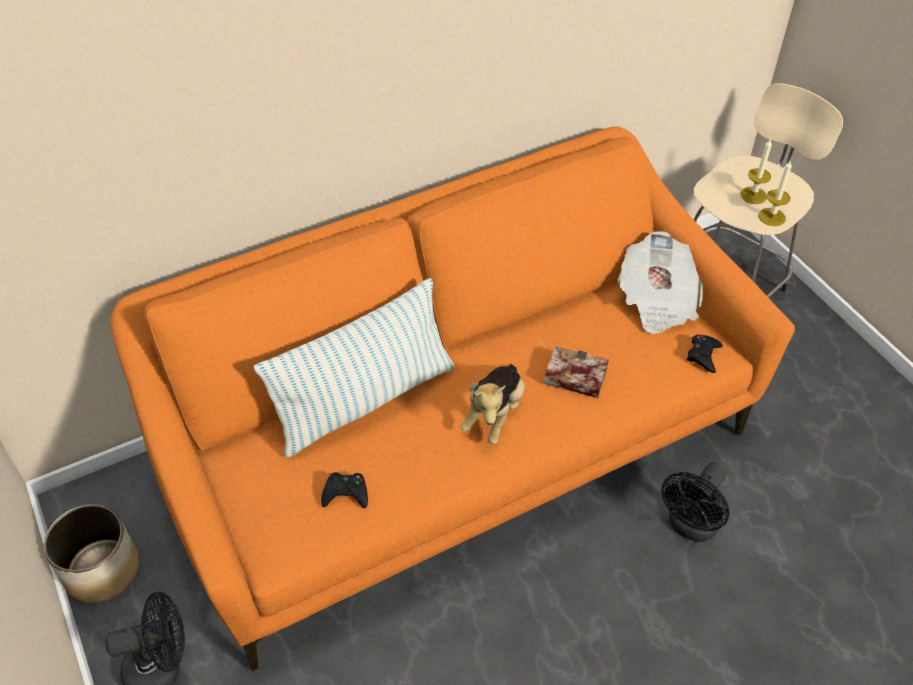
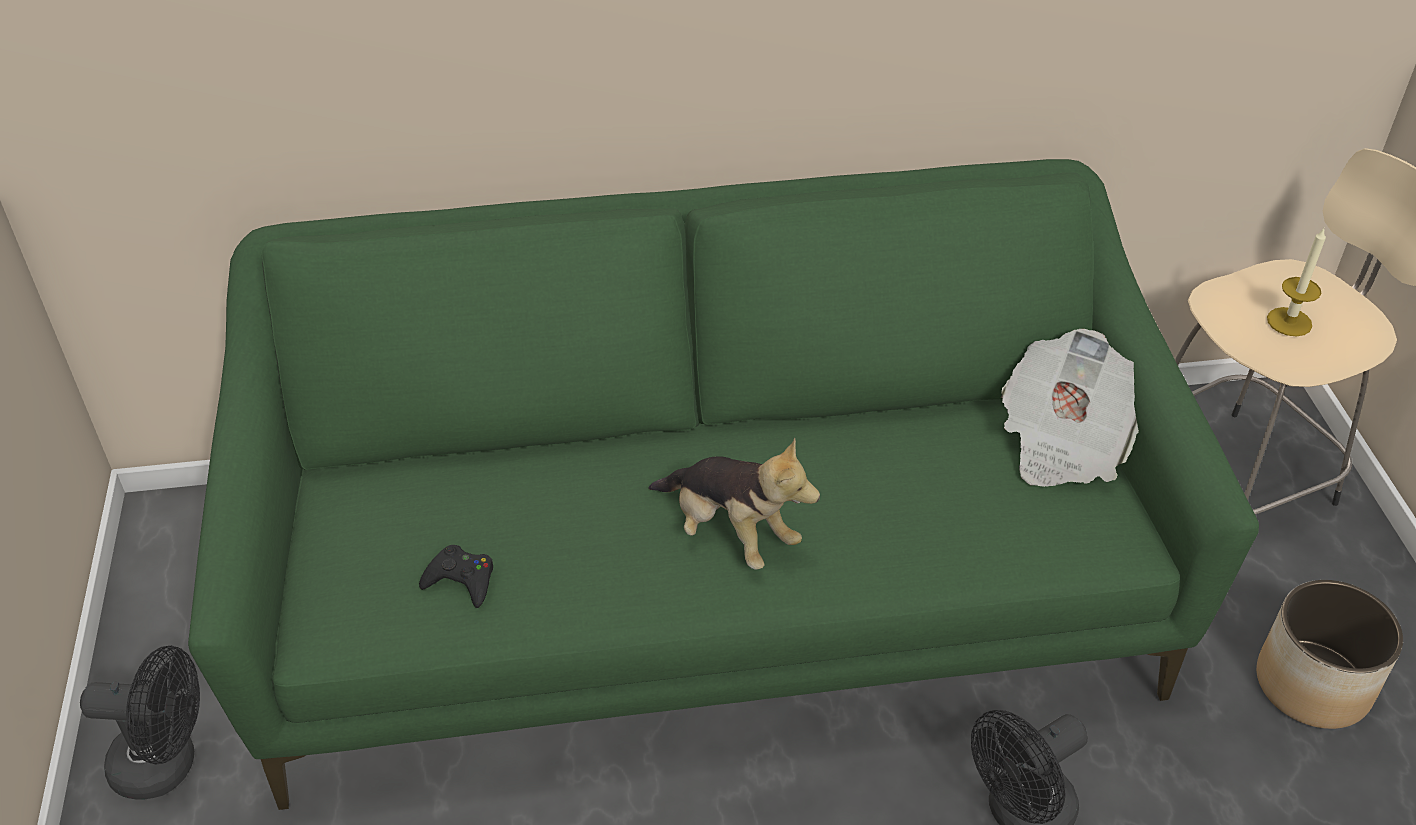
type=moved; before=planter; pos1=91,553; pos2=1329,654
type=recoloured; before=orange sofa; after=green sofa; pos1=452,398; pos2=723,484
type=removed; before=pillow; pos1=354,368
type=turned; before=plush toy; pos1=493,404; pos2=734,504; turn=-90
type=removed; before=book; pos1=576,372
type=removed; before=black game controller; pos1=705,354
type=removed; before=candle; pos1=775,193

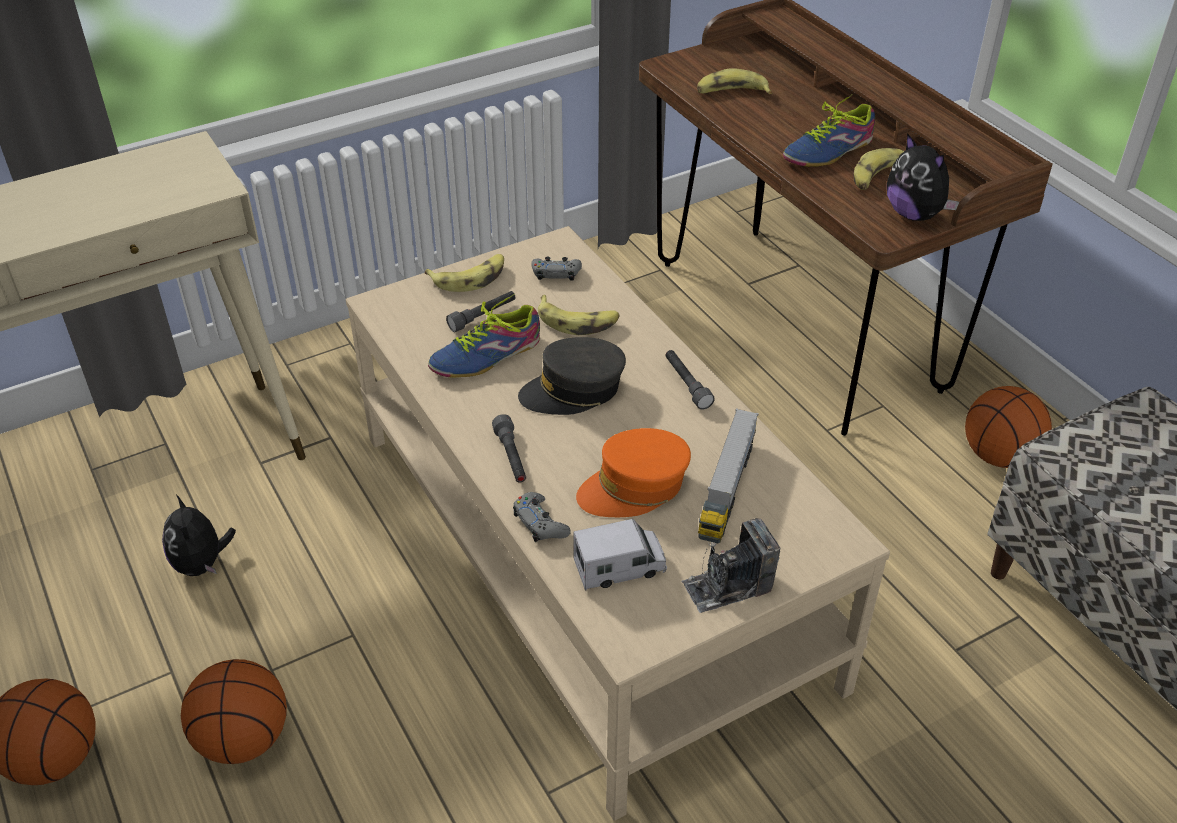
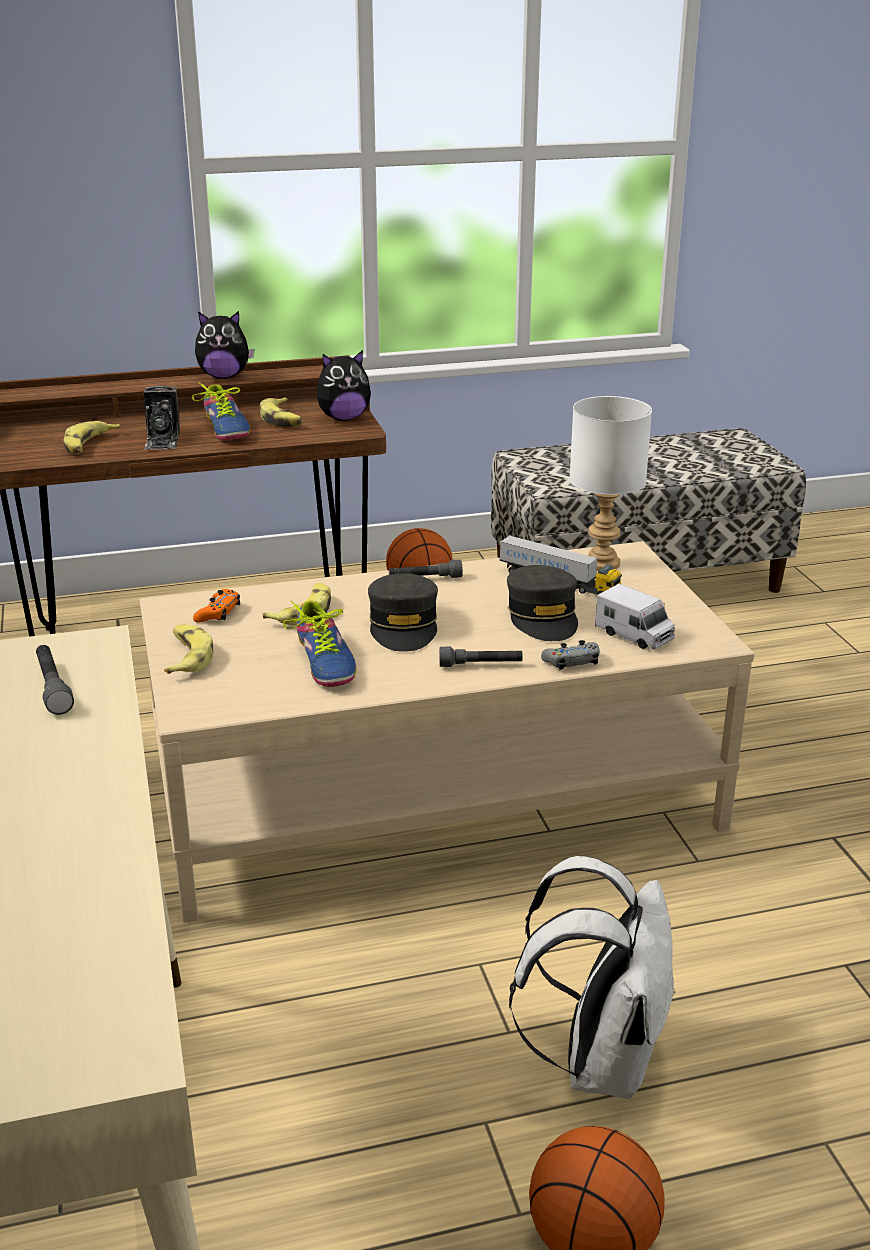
type=moved; before=plush toy; pos1=199,535; pos2=225,345
type=replaced; before=basketball; after=white backpack; pos1=234,711; pos2=592,977
type=moved; before=grey flashlight; pos1=481,311; pos2=55,680
type=recoloured; before=grey game controller; after=orange game controller; pos1=556,269; pos2=216,605
type=turned; before=toy truck; pos1=620,555; pos2=635,616; turn=135
type=recoloured; before=orange cap; after=grey cap; pos1=633,472; pos2=542,603
type=moved; before=photo camera; pos1=730,565; pos2=161,418
type=added; after=white table lamp; pos2=610,483

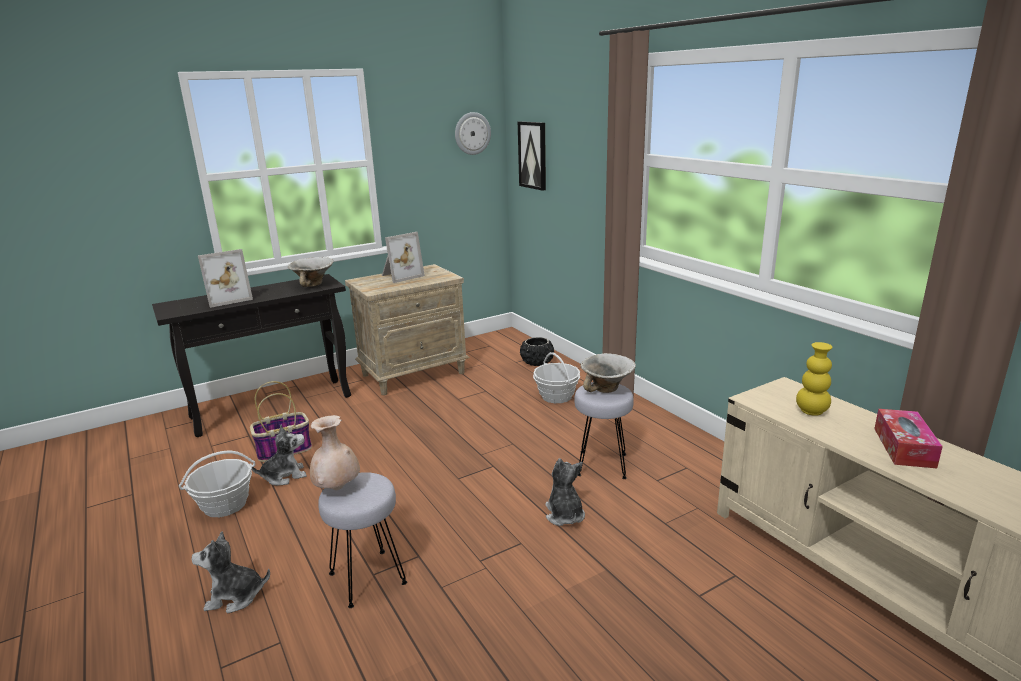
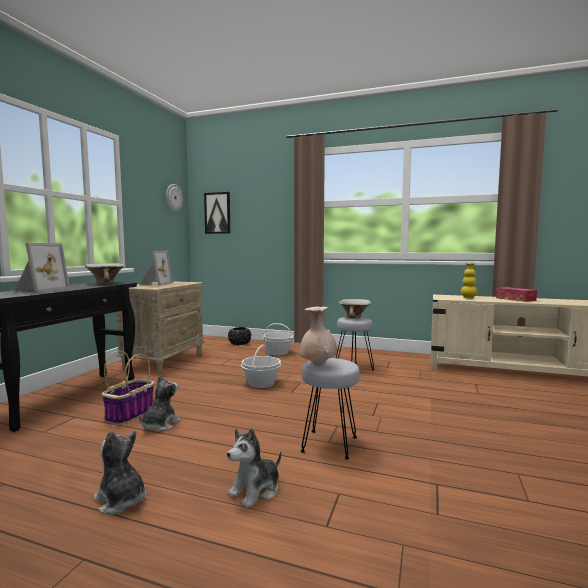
type=moved; before=basket; pos1=217,484; pos2=261,366
type=moved; before=plush toy; pos1=565,492; pos2=120,472

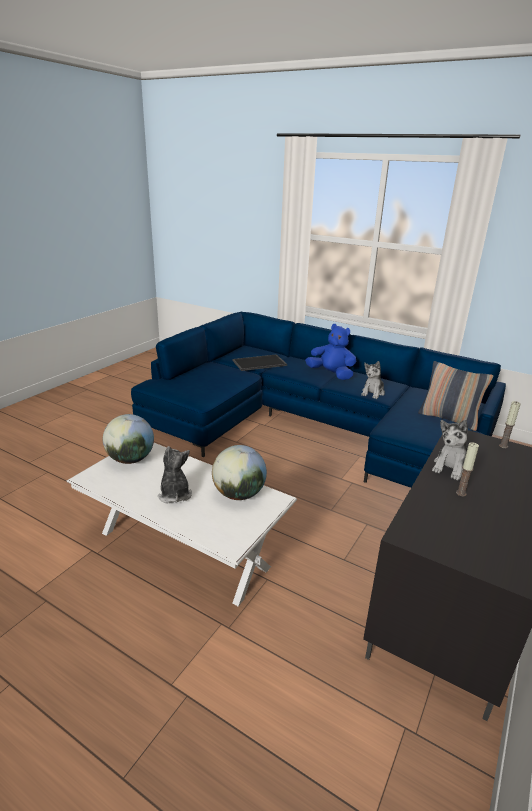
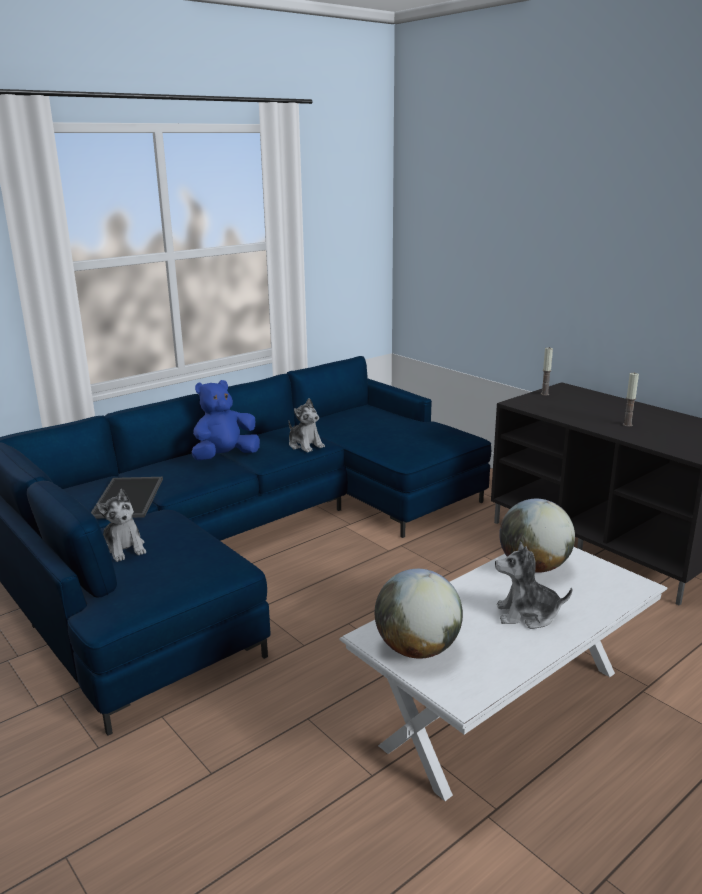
type=removed; before=pillow; pos1=455,396
type=moved; before=plush toy; pos1=450,450; pos2=121,525

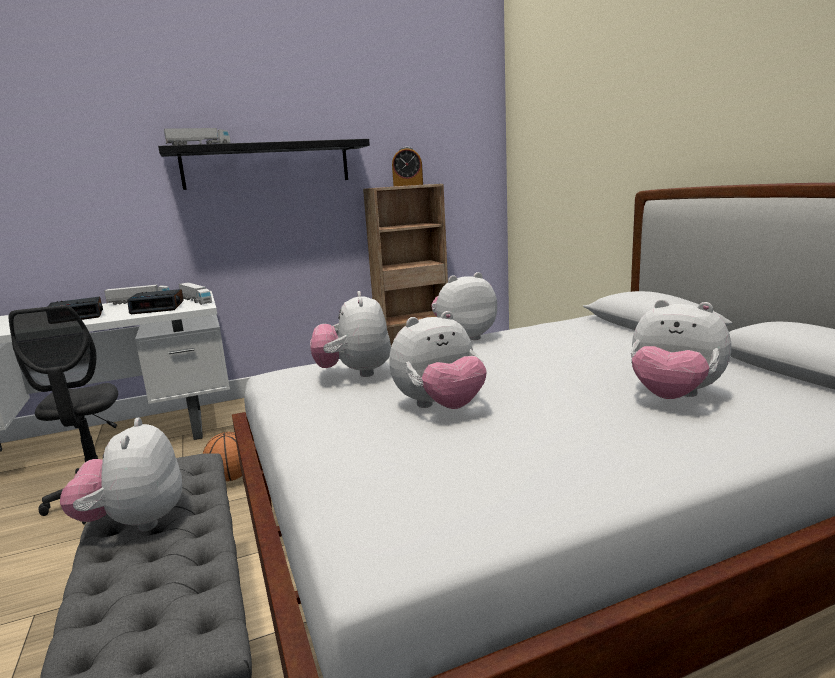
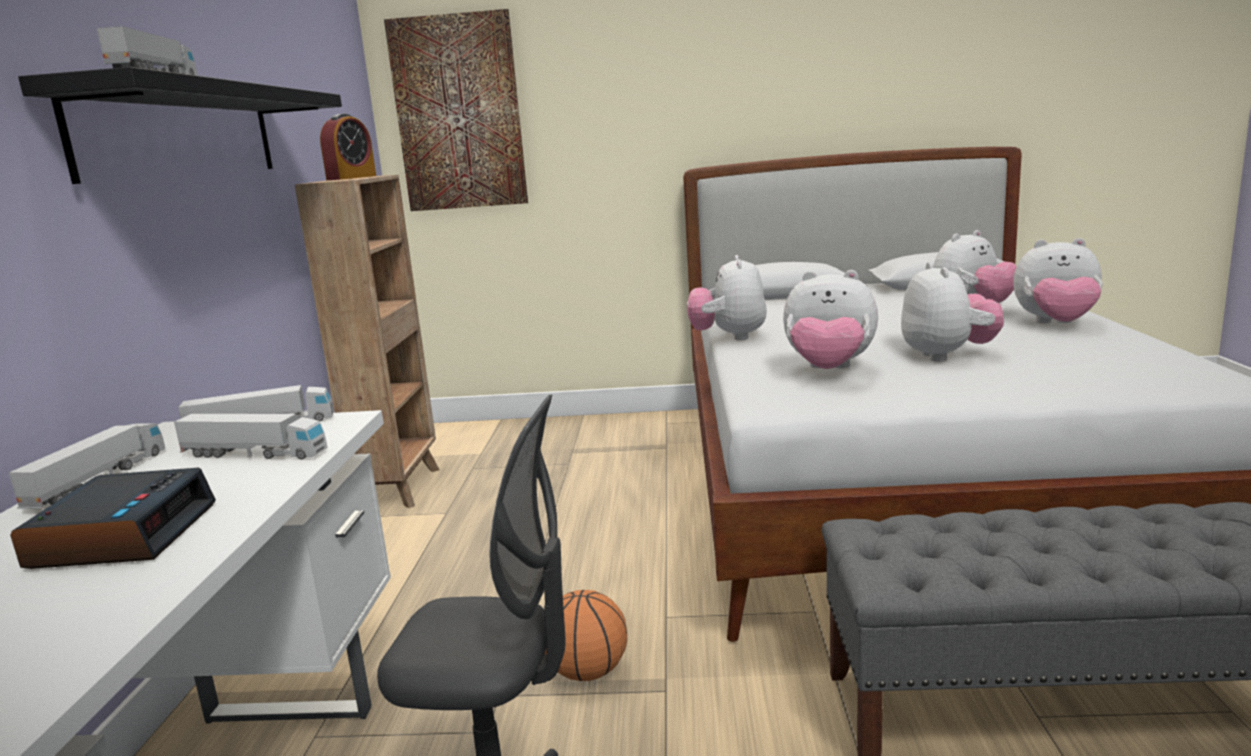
type=moved; before=plush toy; pos1=121,474; pos2=1058,281
type=replaced; before=alarm clock; after=toy truck; pos1=155,301; pos2=250,437
type=added; after=picture; pos2=456,110

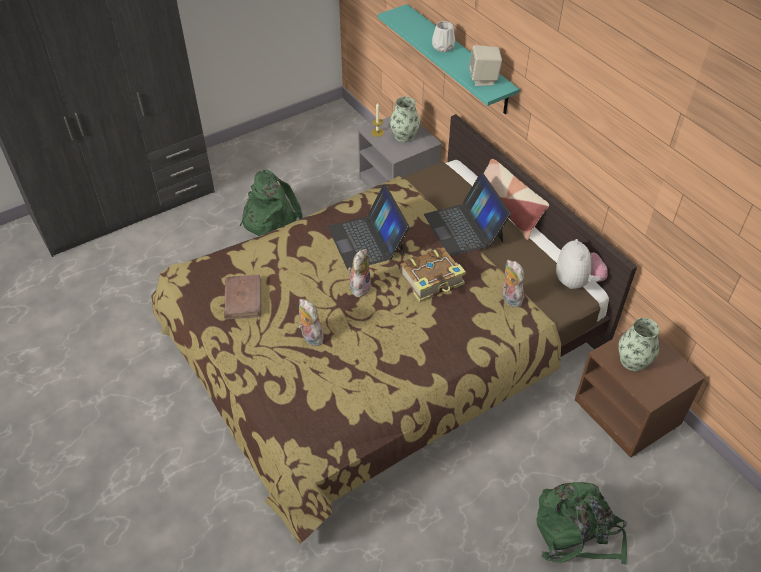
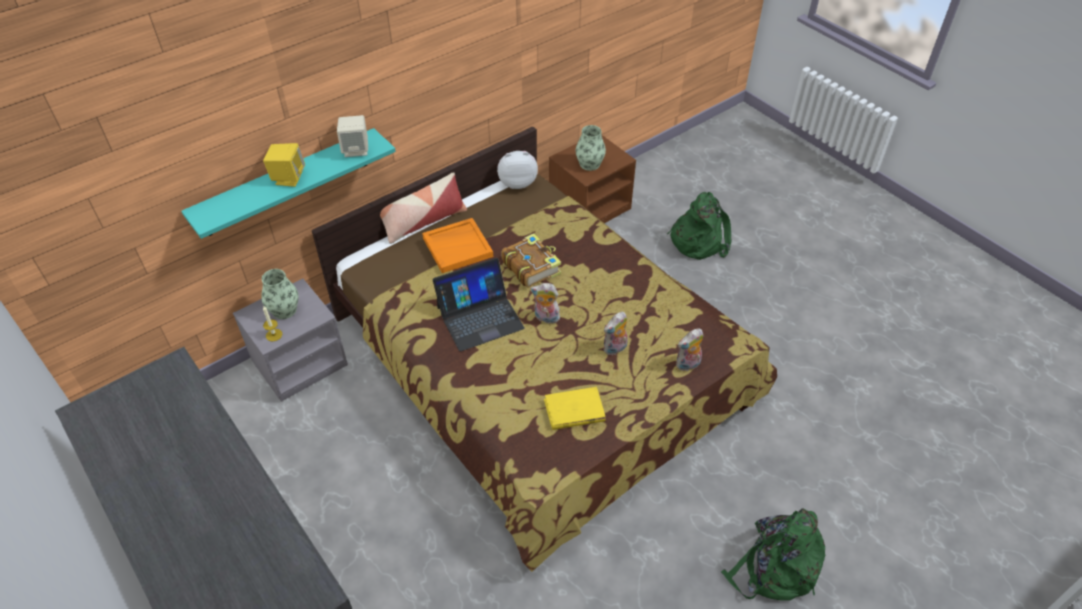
type=recoloured; before=brown book; after=yellow book; pos1=242,297; pos2=575,408
type=moved; before=green backpack; pos1=271,202; pos2=773,554
type=replaced; before=laptop; after=orange tray; pos1=467,215; pos2=457,245
type=replaced; before=white vase; after=yellow speaker; pos1=443,36; pos2=284,165
type=moved; before=plush toy; pos1=513,283; pos2=689,350

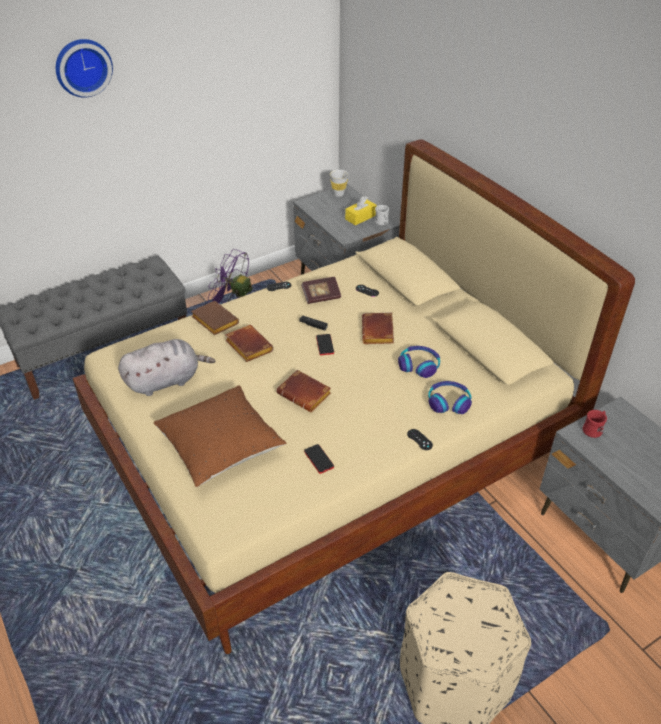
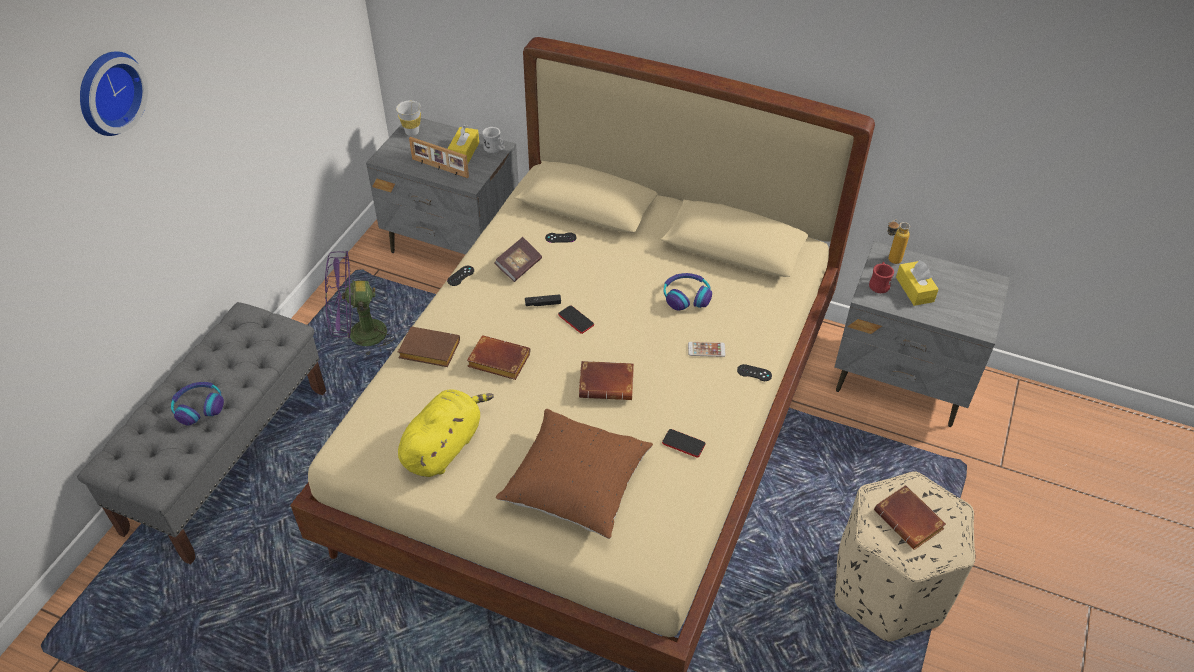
type=recoloured; before=grey plush toy; after=yellow plush toy; pos1=166,367; pos2=446,433
type=moved; before=brown book; pos1=378,328; pos2=910,517
type=moved; before=headphones; pos1=450,397; pos2=197,404
type=added; after=picture frame; pos2=439,157
type=added; after=phone; pos2=707,349
type=added; after=bottle; pos2=899,242
type=added; after=yellow tissue box; pos2=917,283

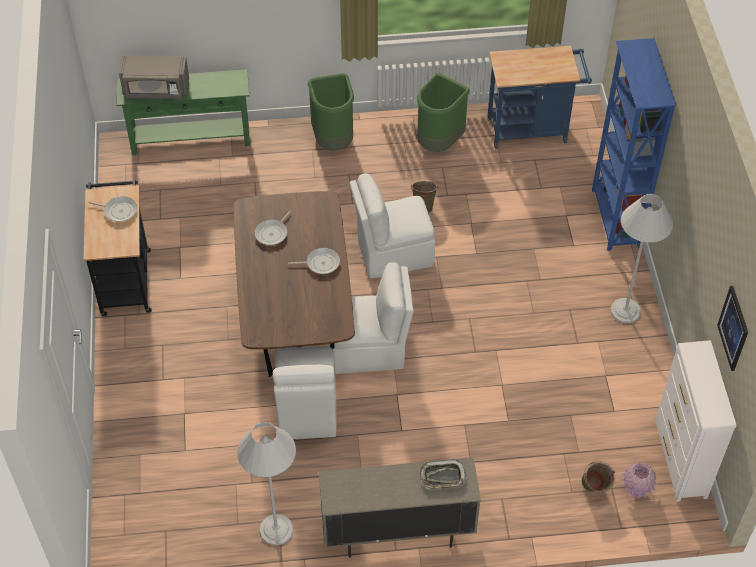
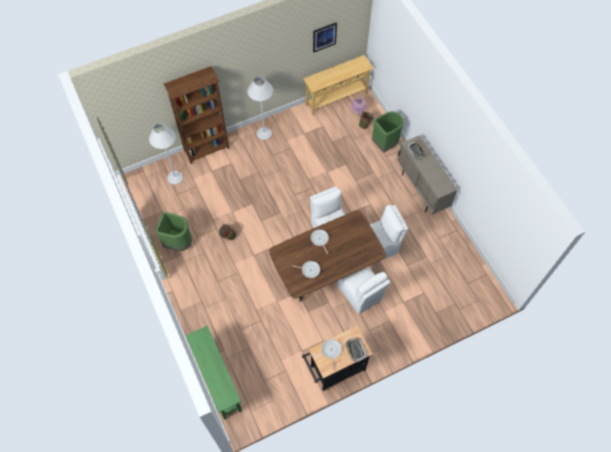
type=removed; before=grey microwave; pos1=154,77
type=moved; before=white floor lamp; pos1=266,484; pos2=166,154
type=moved; before=green trash can; pos1=331,112; pos2=388,131
type=moved; before=white chair; pos1=392,226; pos2=363,290
type=removed; before=blue cart; pos1=540,97
type=recoloured; before=blue bookcase; after=brown bookcase; pos1=634,144; pos2=196,115
type=replaced; before=white dresser; after=beige console table; pos1=696,421; pos2=338,85
type=added; after=tray; pos2=356,350

